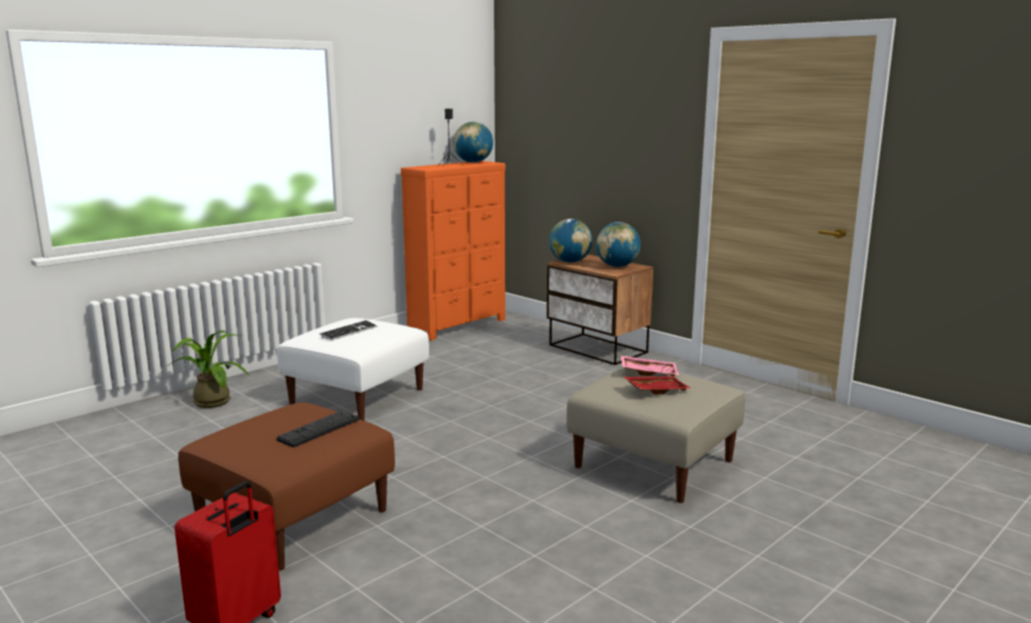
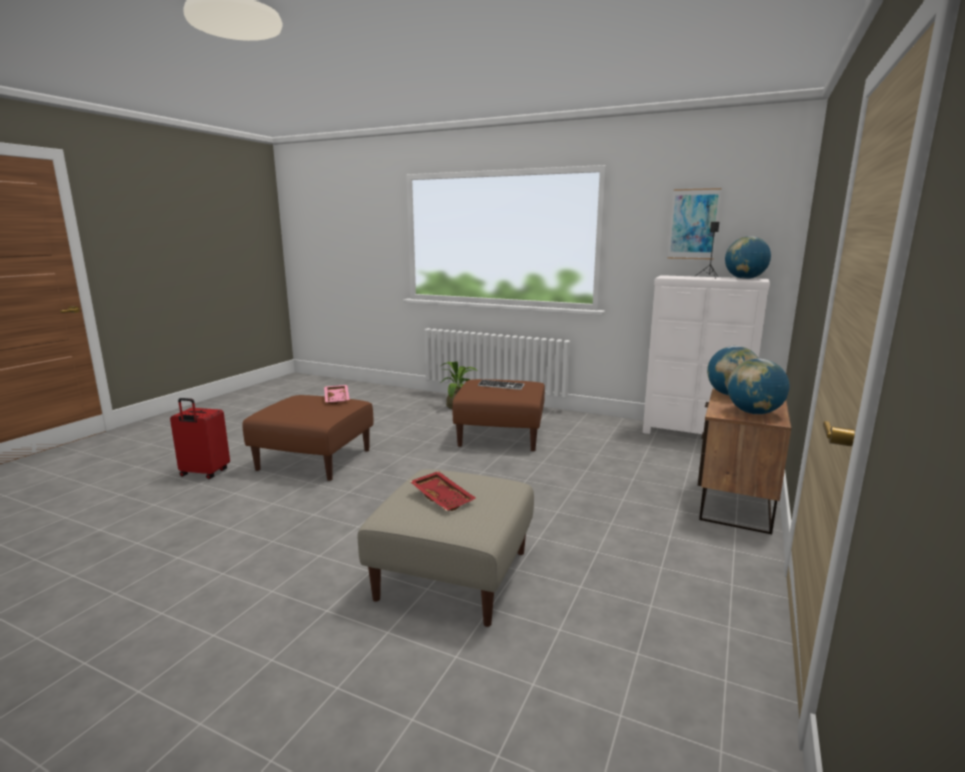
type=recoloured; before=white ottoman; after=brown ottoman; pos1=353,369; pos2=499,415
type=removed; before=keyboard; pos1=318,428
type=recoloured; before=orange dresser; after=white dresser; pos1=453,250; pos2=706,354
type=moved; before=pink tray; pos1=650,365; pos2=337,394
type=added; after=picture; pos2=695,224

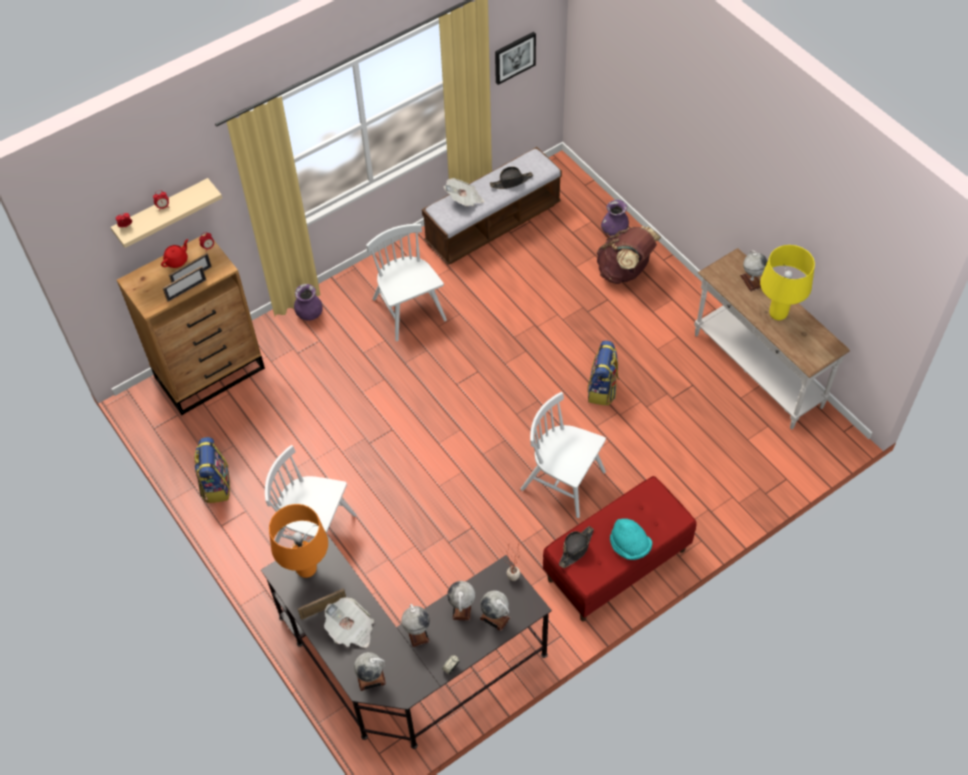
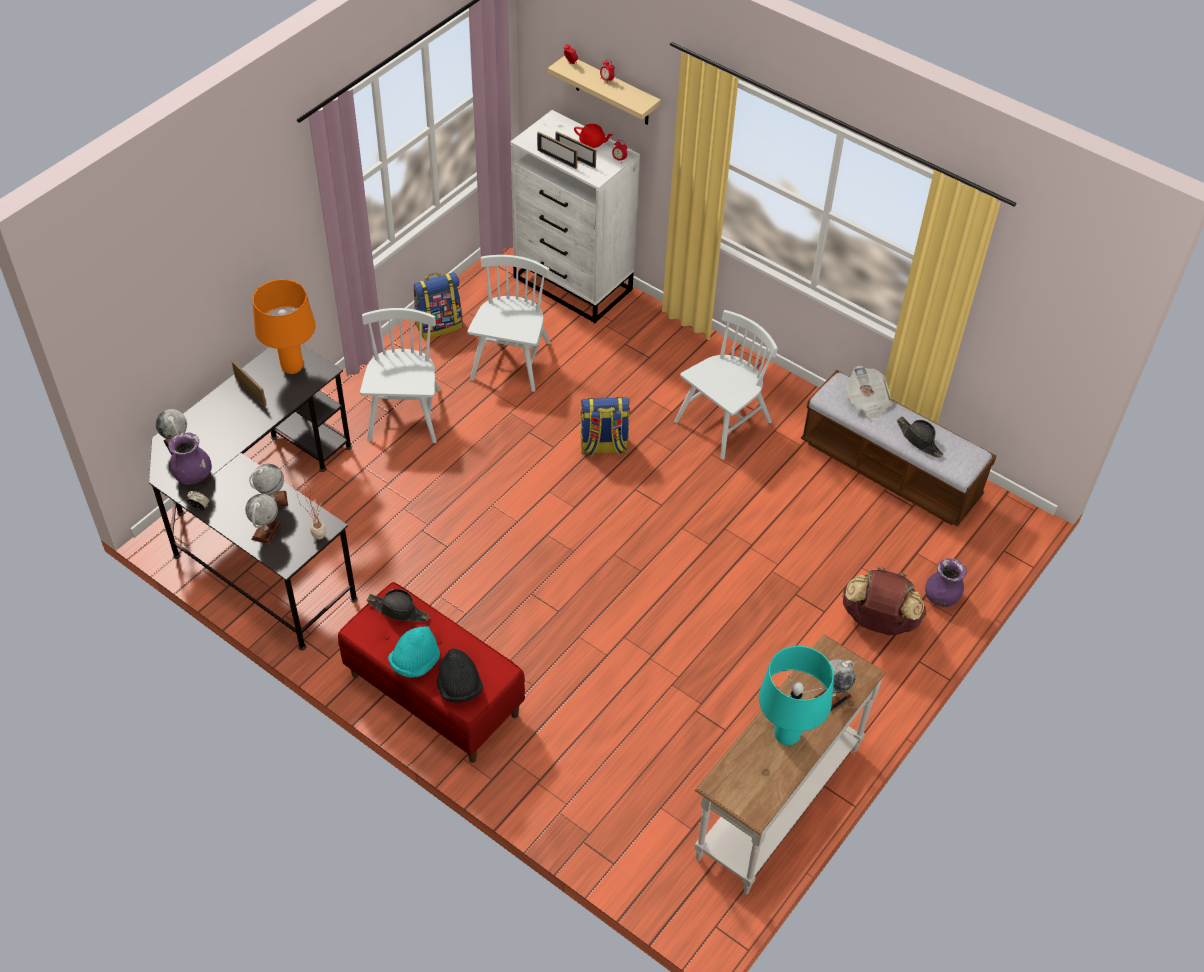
type=recoloured; before=brown dresser; after=white dresser; pos1=191,324; pos2=575,216
type=moved; before=purple vase; pos1=308,302; pos2=190,458
type=removed; before=newspaper; pos1=349,622
type=removed; before=globe; pos1=415,625
type=removed; before=picture; pos1=515,58
type=moved; before=white chair; pos1=563,455; pos2=509,323
type=moved; before=backpack; pos1=603,373; pos2=605,427
type=recoloured; before=yellow table lamp; after=turquoise table lamp; pos1=787,282; pos2=796,695
type=added; after=black hat; pos2=460,676

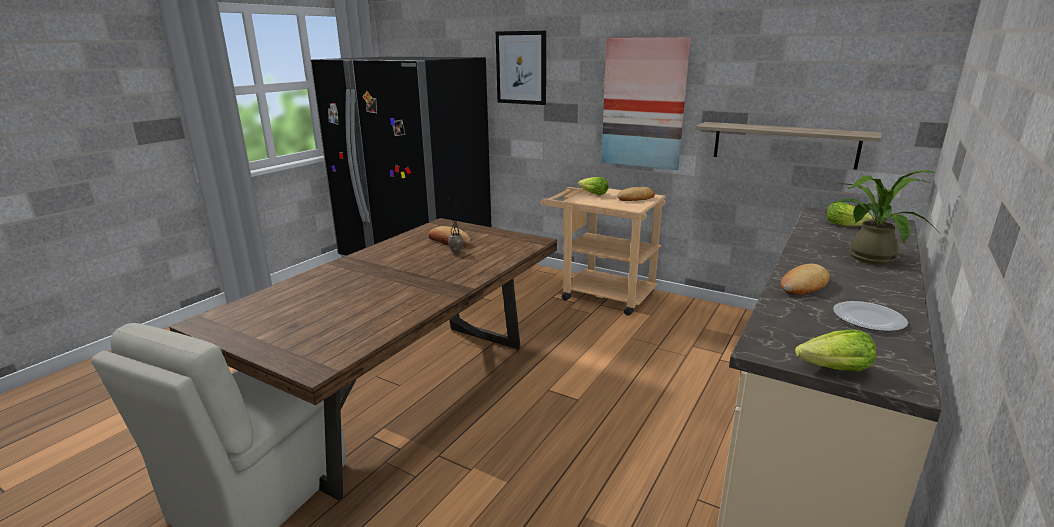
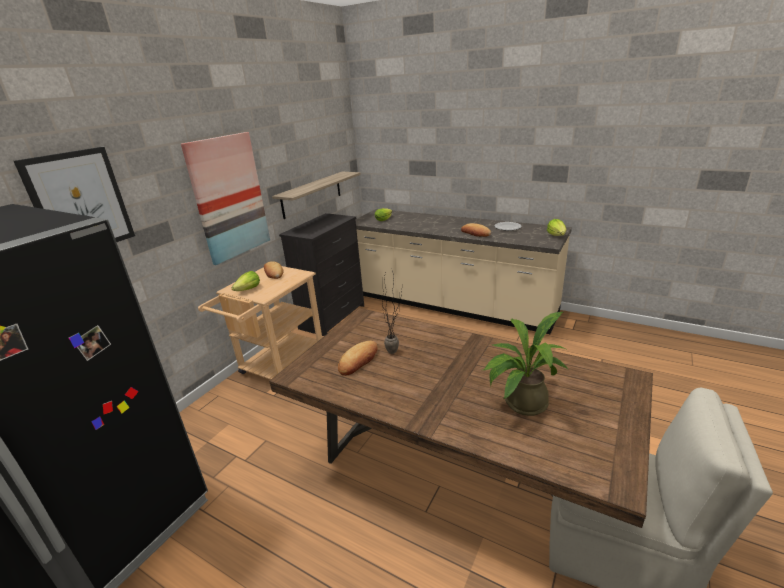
type=moved; before=potted plant; pos1=881,217; pos2=526,364
type=added; after=black dresser; pos2=321,274

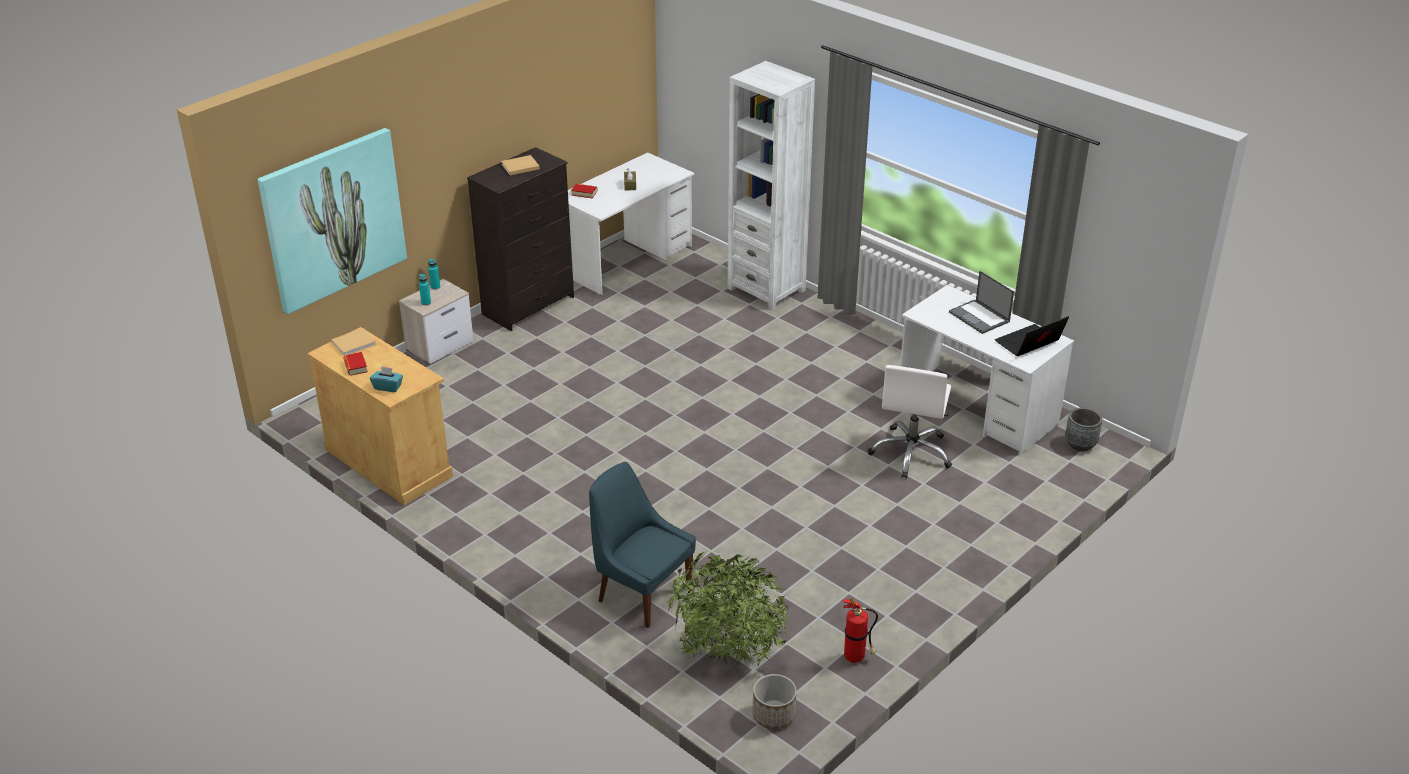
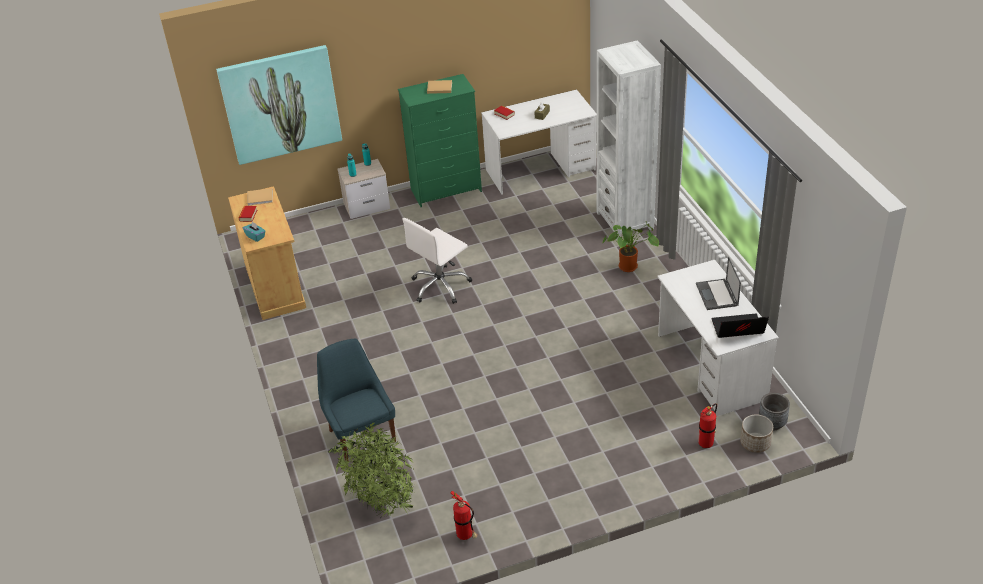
type=recoloured; before=black dresser; after=green dresser; pos1=520,239; pos2=440,140
type=moved; before=planter; pos1=775,701; pos2=756,433
type=moved; before=white office chair; pos1=910,422; pos2=437,261
type=added; after=potted plant; pos2=630,247
type=added; after=fire extinguisher; pos2=707,425

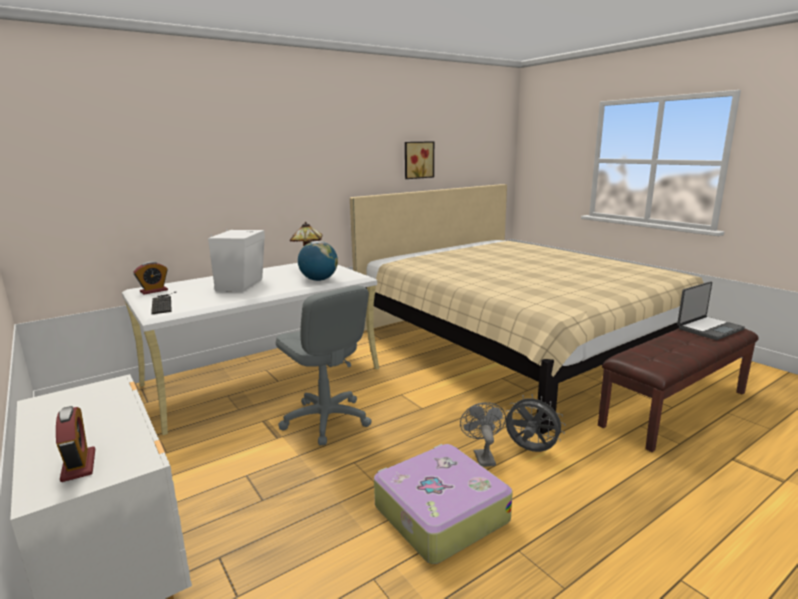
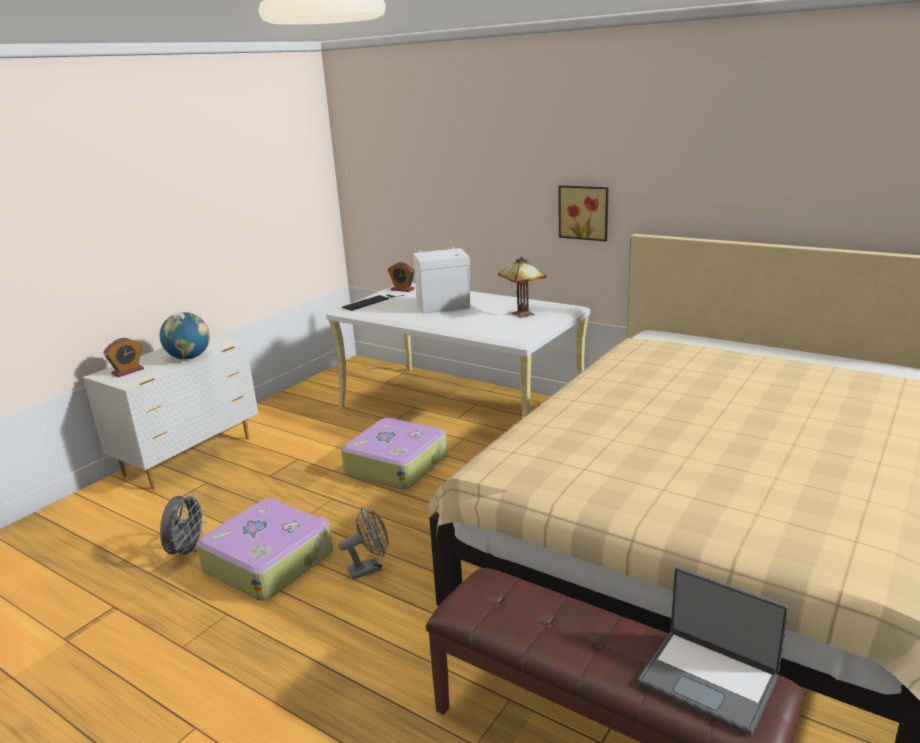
type=replaced; before=grey office chair; after=suitcase; pos1=324,365; pos2=394,453
type=moved; before=globe; pos1=318,261; pos2=185,335
type=moved; before=picture; pos1=419,160; pos2=584,213
type=moved; before=grey fan; pos1=535,423; pos2=183,525

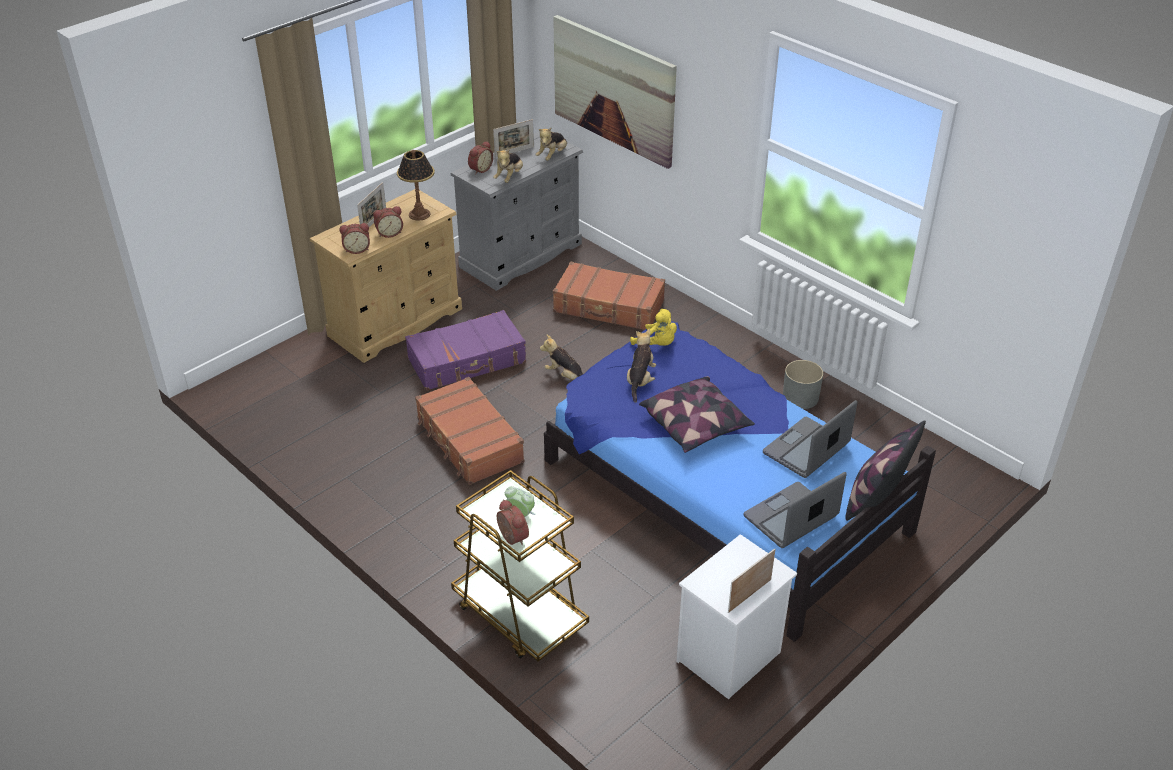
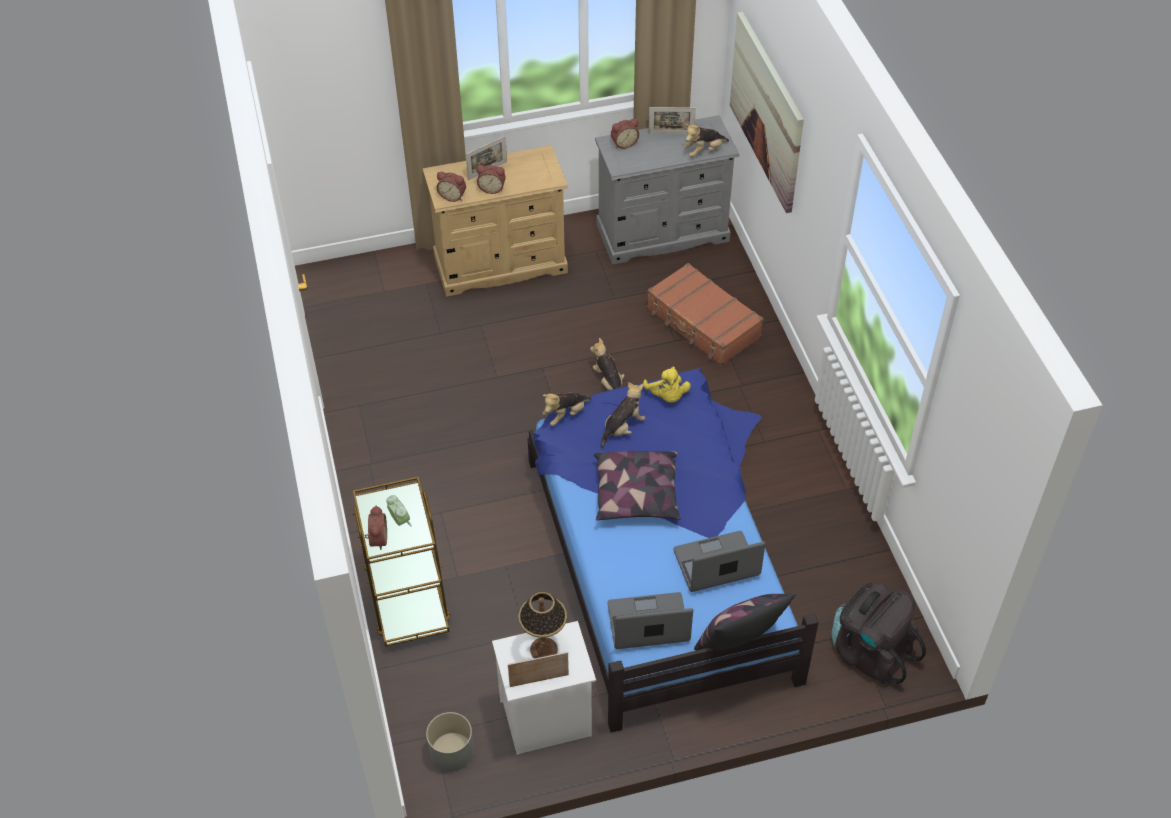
type=moved; before=table lamp; pos1=416,185; pos2=542,625
type=removed; before=purple suitcase; pos1=465,350
type=removed; before=brown suitcase; pos1=469,431
type=moved; before=plush toy; pos1=508,165; pos2=567,409
type=moved; before=grey planter; pos1=803,384; pos2=450,741
type=added; after=black backpack; pos2=878,633

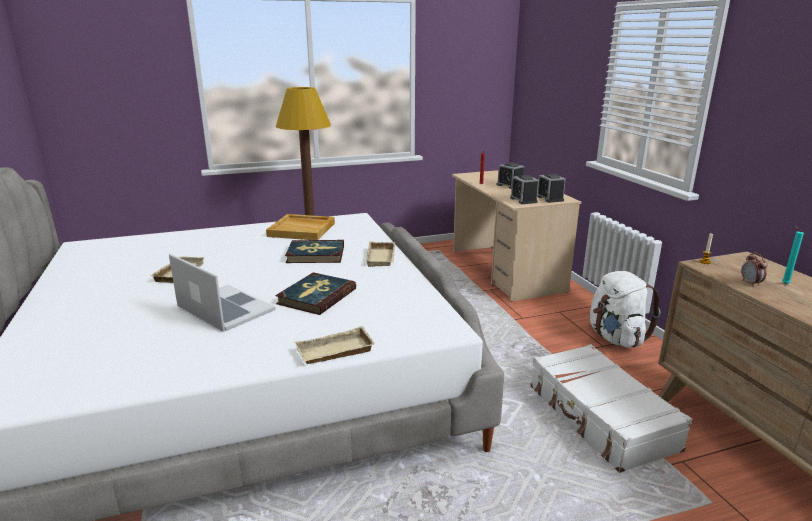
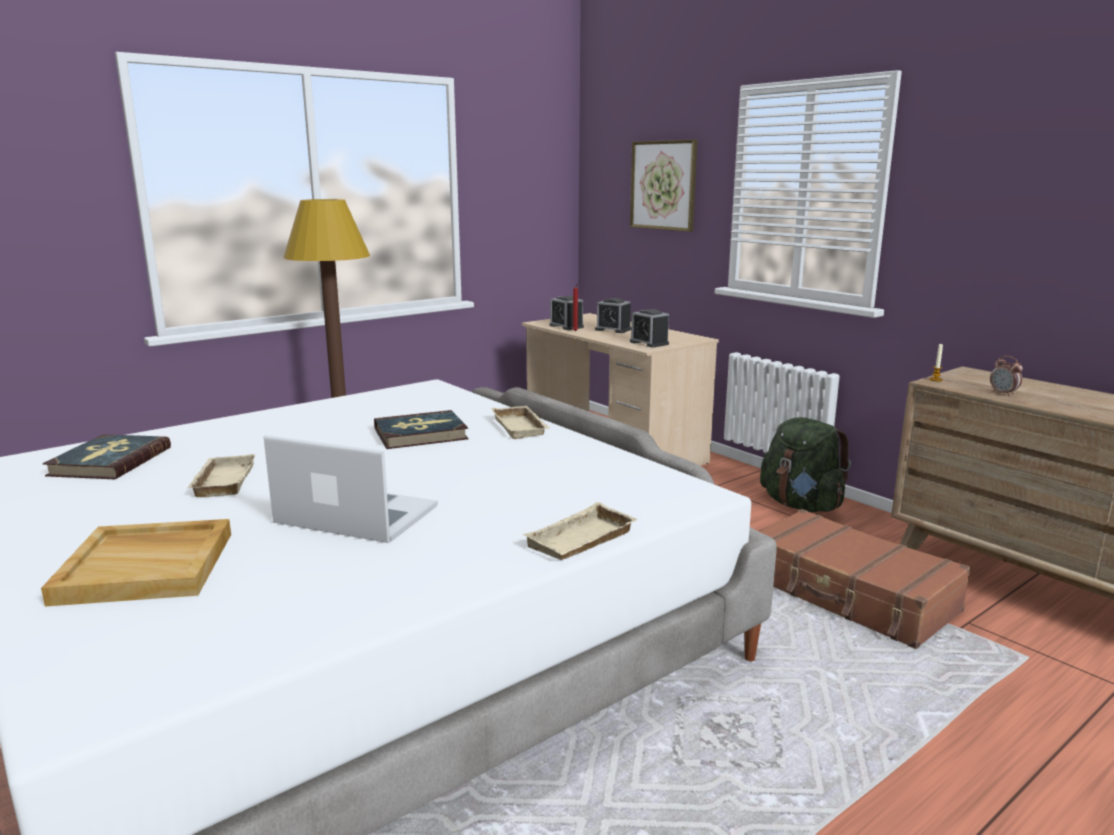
type=moved; before=beige tray; pos1=300,227; pos2=136,562
type=moved; before=book; pos1=315,293; pos2=107,456
type=recoloured; before=white suitcase; after=brown suitcase; pos1=611,408; pos2=865,579
type=moved; before=alarm clock; pos1=551,188; pos2=566,313
type=recoloured; before=white backpack; after=green backpack; pos1=625,309; pos2=805,464
type=removed; before=turquoise candle; pos1=793,255
type=added; after=picture; pos2=664,186

